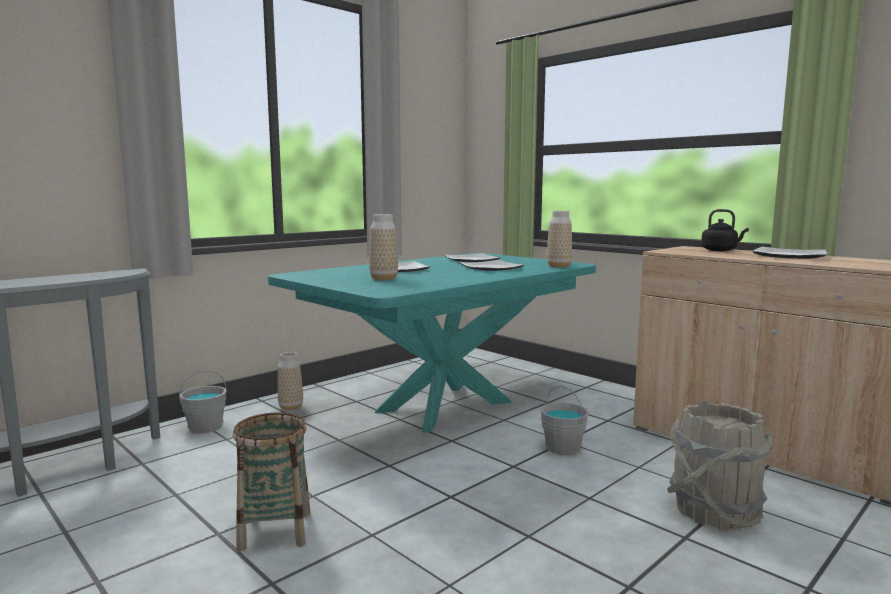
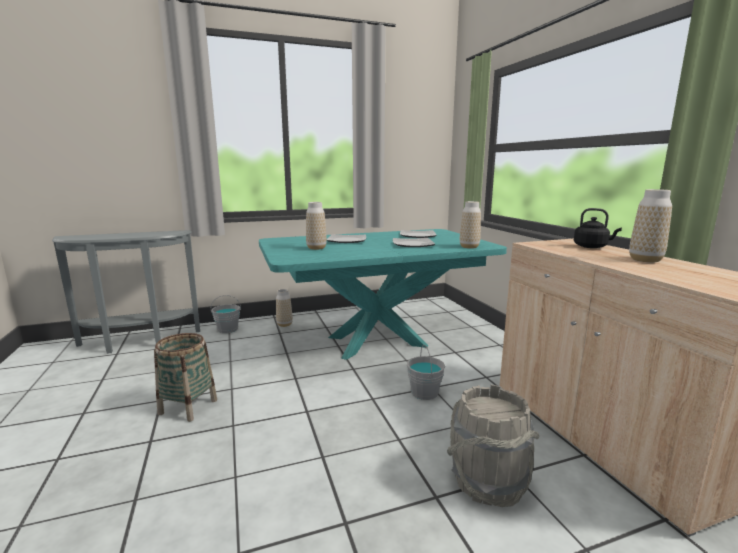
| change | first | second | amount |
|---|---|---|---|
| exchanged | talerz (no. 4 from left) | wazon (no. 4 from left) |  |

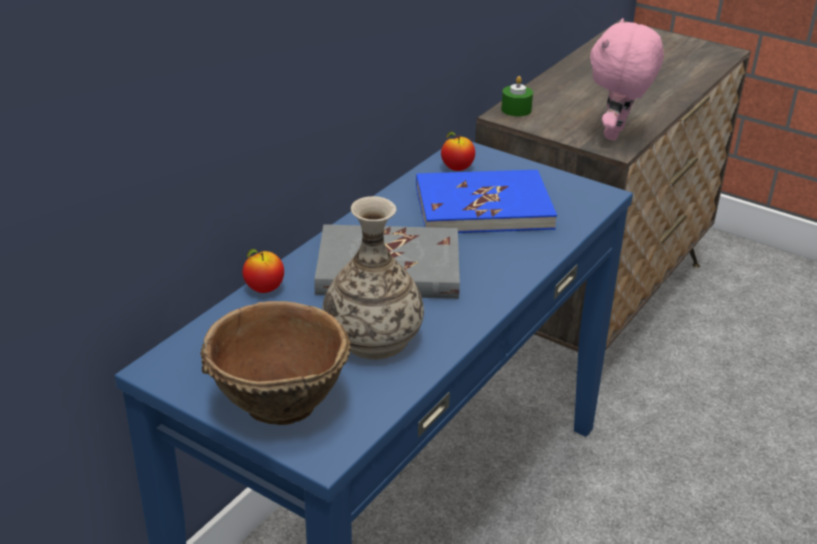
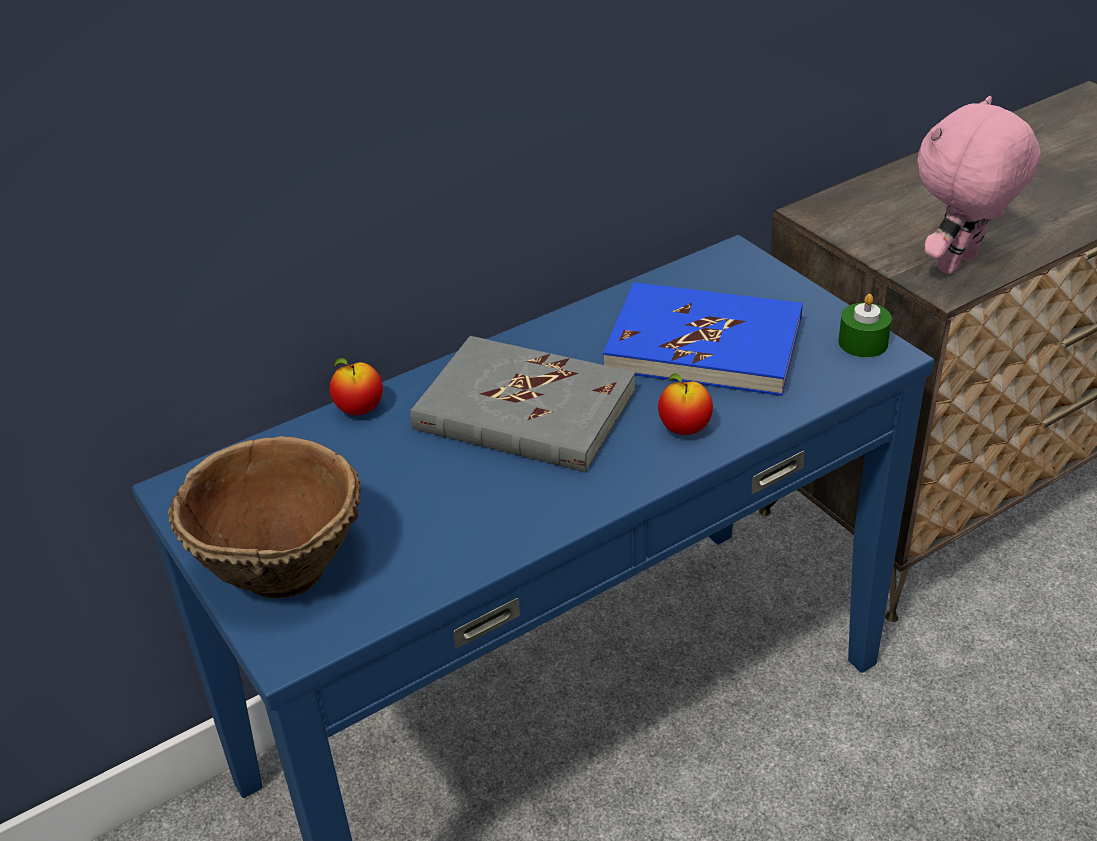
| change | first | second | amount |
|---|---|---|---|
| relocated | świeca (zielony) |  |  |
| relocated | jabłko (no. 2 from left) |  |  |
| missing | wazon |  |  |

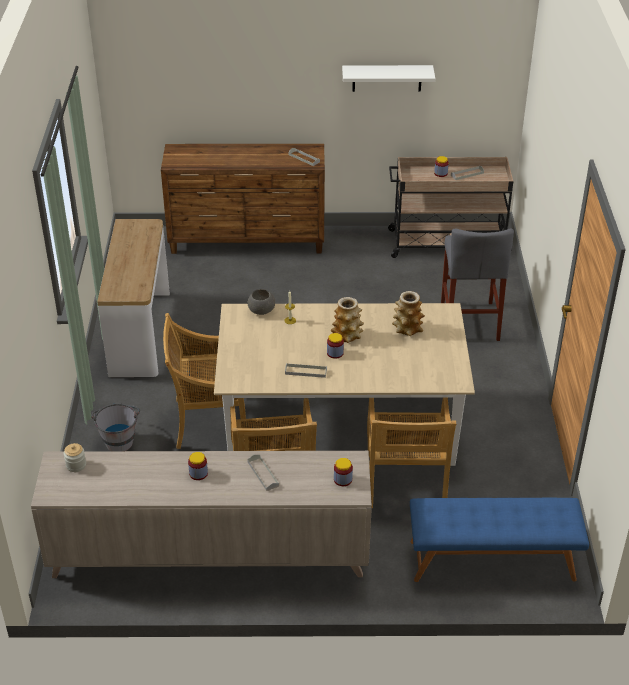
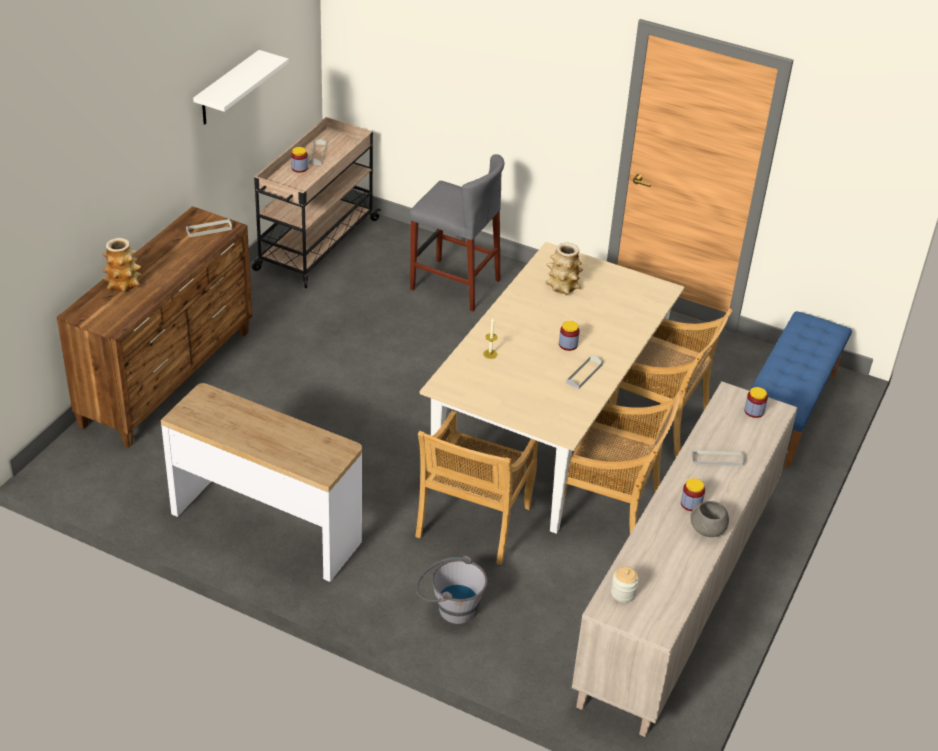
| change | first | second | amount |
|---|---|---|---|
| relocated | miska (szary) |  |  |
| relocated | wazon (no. 1 from left) |  |  |

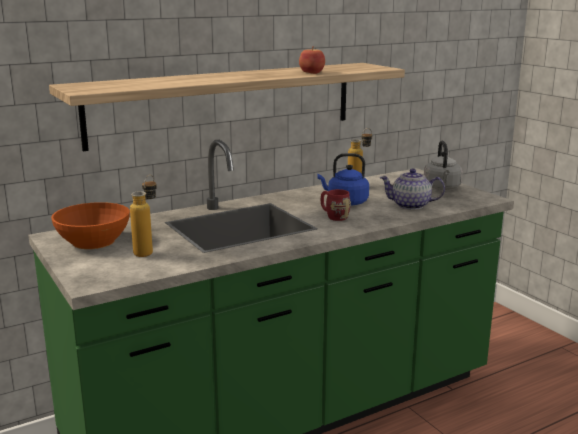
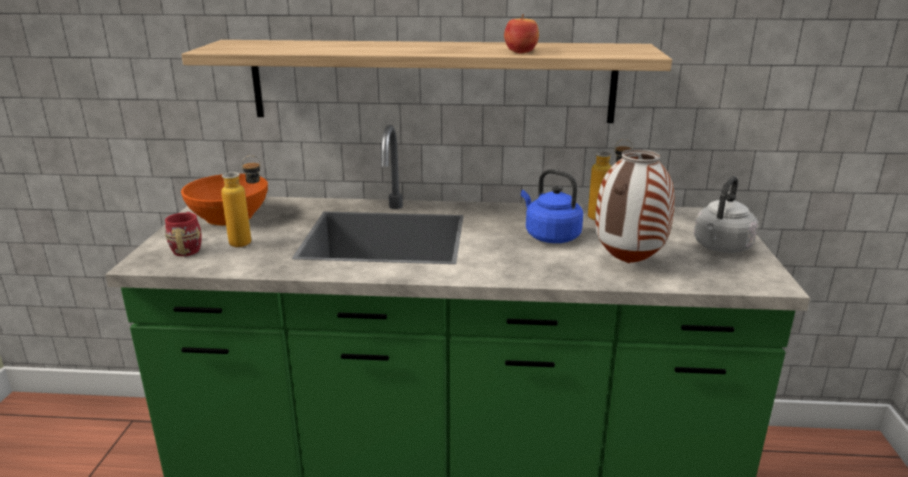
| change | first | second | amount |
|---|---|---|---|
| exchanged | imbryk | wazon |  |
| relocated | kubek (czerwony) |  |  |

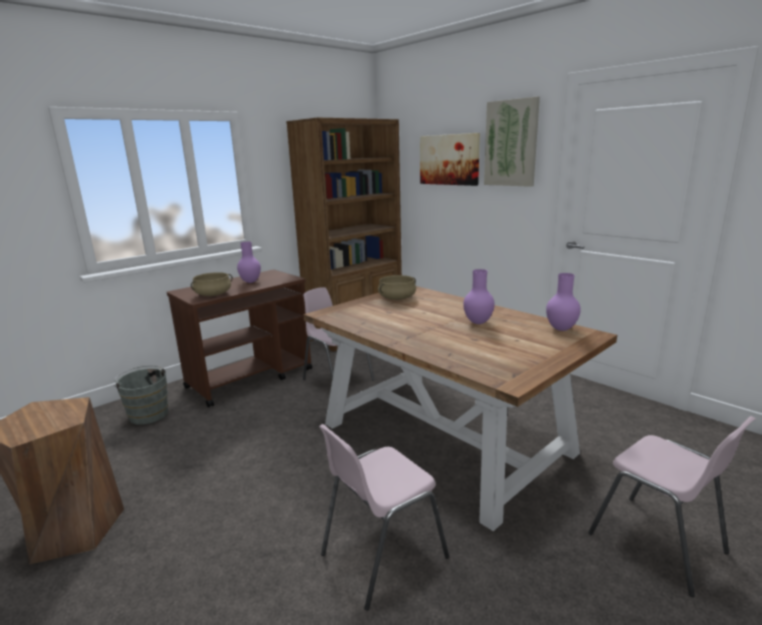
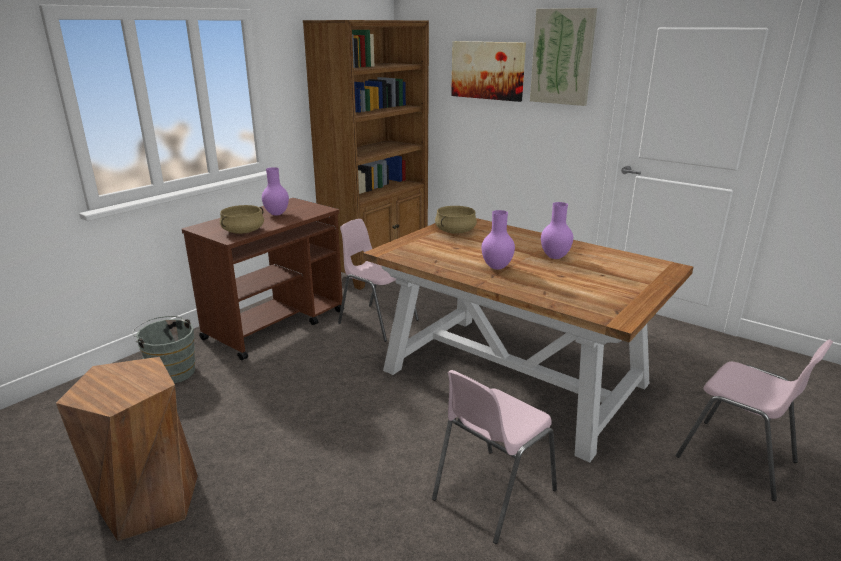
| change | first | second | amount |
|---|---|---|---|
| relocated | wazon (fioletowy) (no. 3 from left in the first image) | wazon (fioletowy) (no. 2 from left) |  |

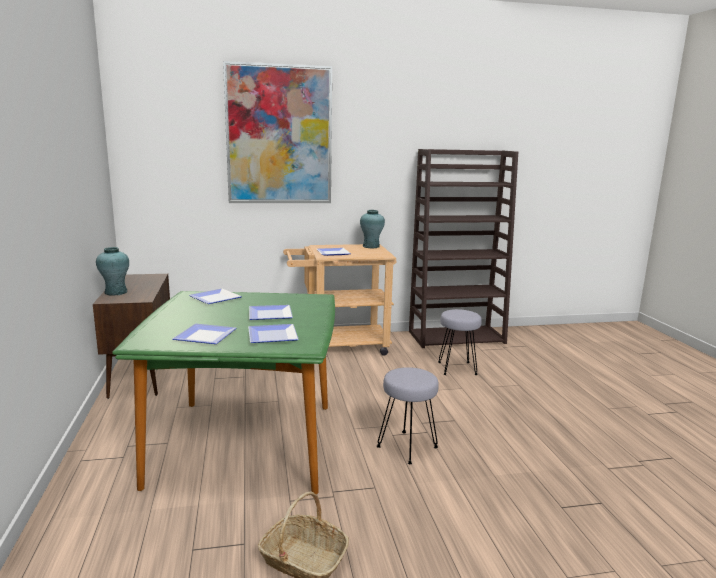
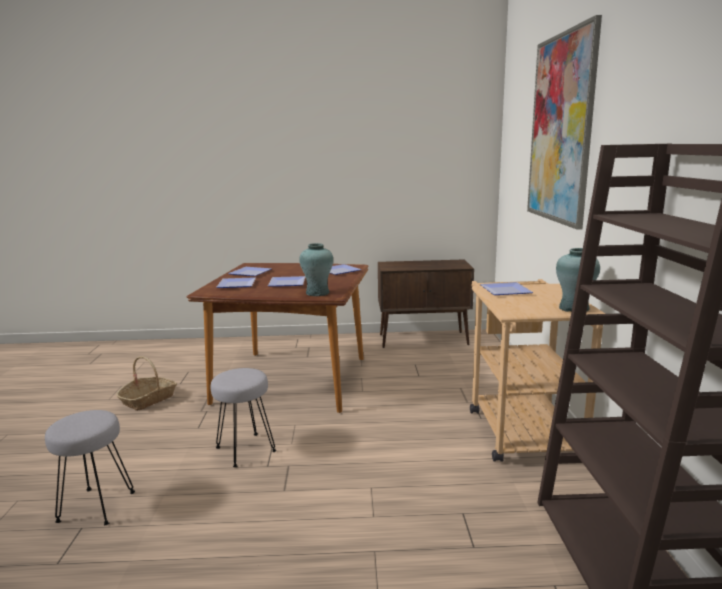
| change | first | second | amount |
|---|---|---|---|
| relocated | wazon (turkusowy) (no. 1 from left) |  |  |
| colour | stół jadalny (zielony) | stół jadalny (brązowy) |  |
| relocated | stołek (szary) (no. 2 from left in the first image) | stołek (szary) (no. 1 from left) |  |

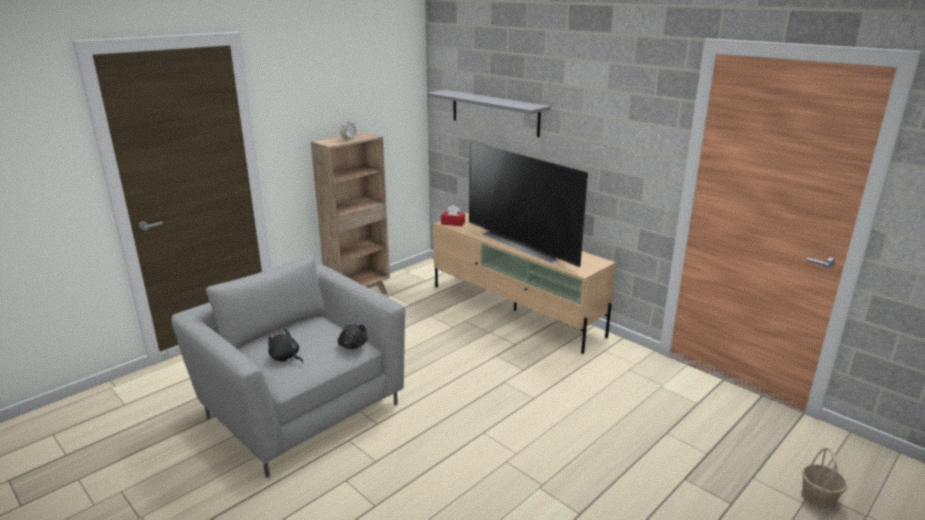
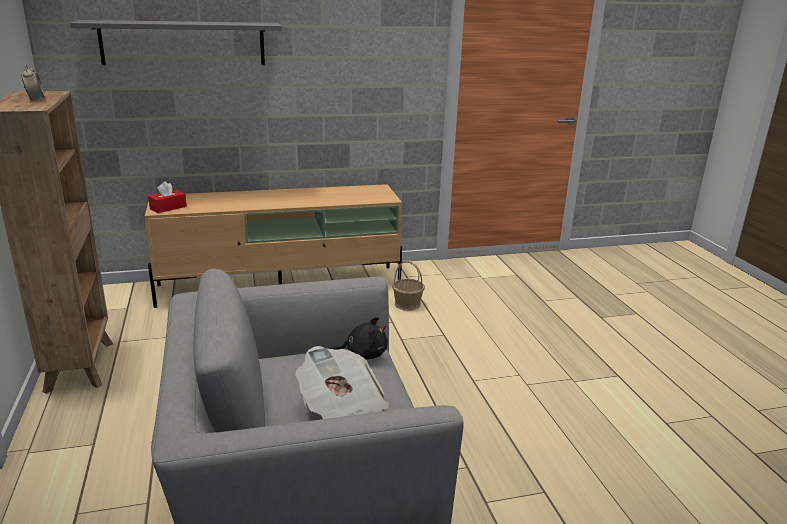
| change | first | second | amount |
|---|---|---|---|
| missing | telewizor |  |  |
| exchanged | pluszak (czarny) (no. 1 from left) | gazeta |  |
| relocated | koszyk |  |  |

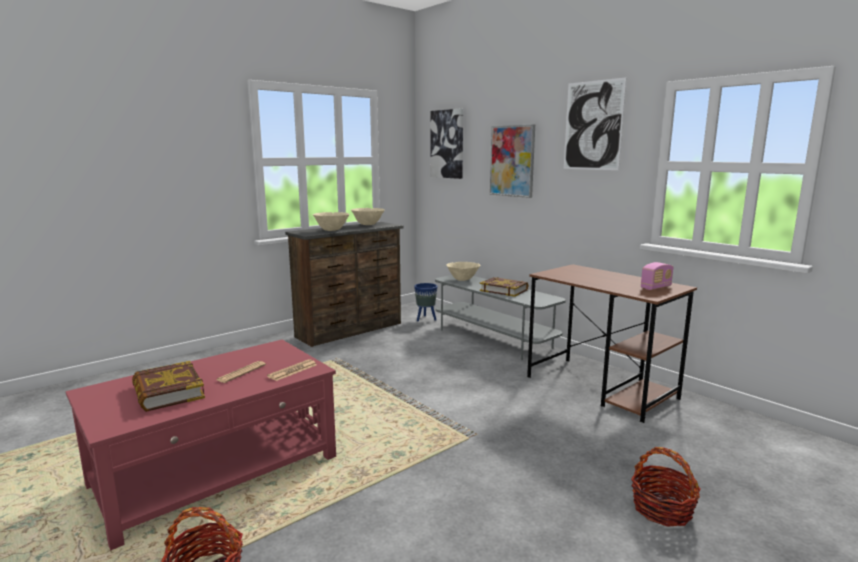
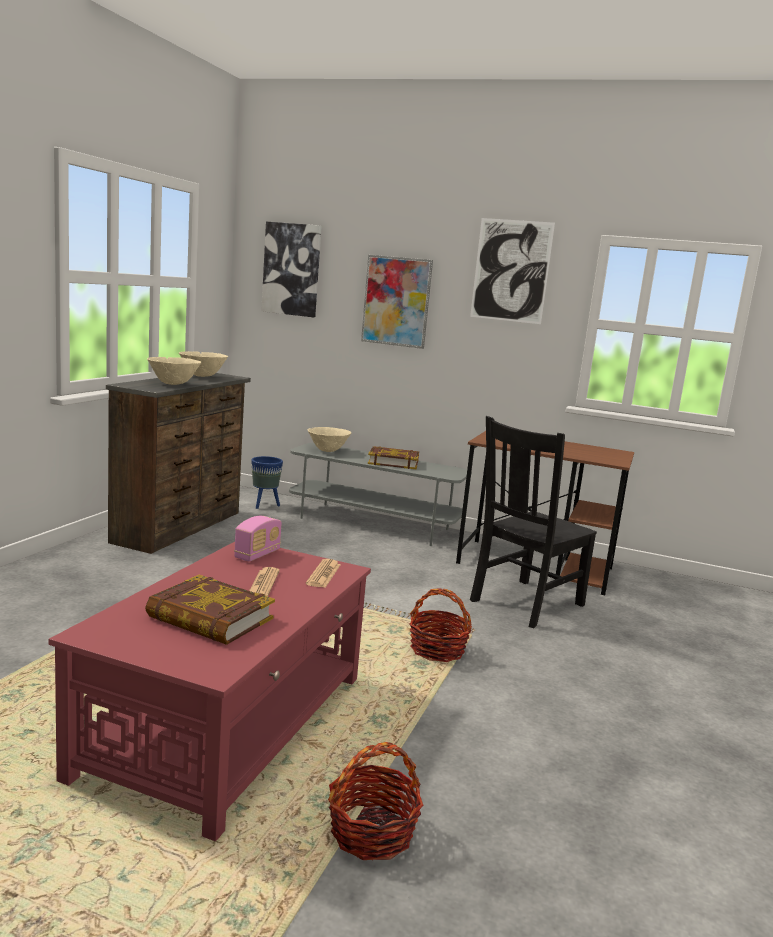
| change | first | second | amount |
|---|---|---|---|
| relocated | radio |  |  |
| relocated | koszyk (no. 2 from left) |  |  |
| appeared |  | krzesło (czarny) |  |

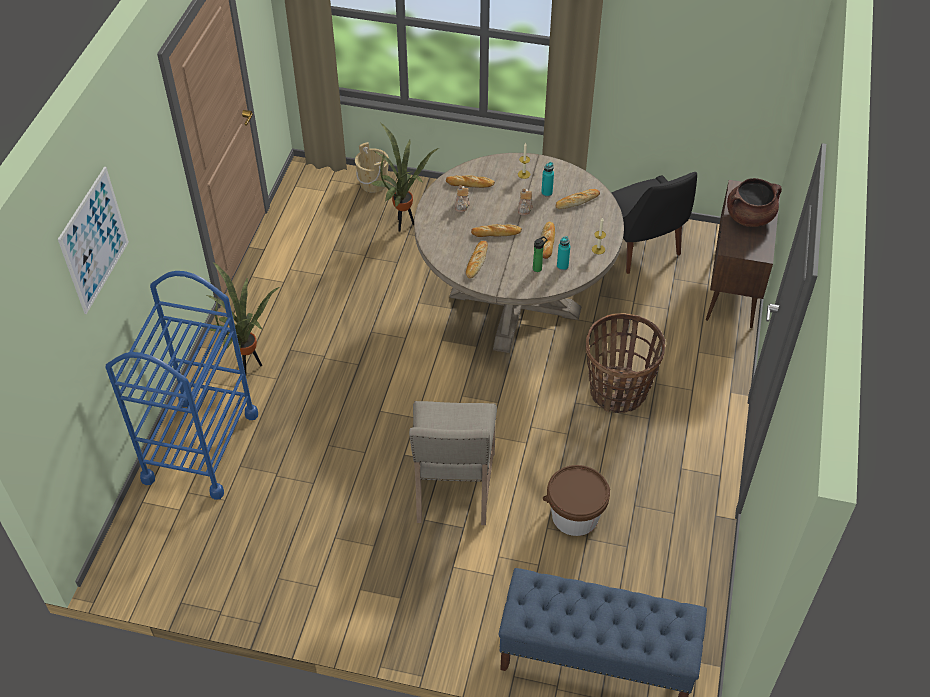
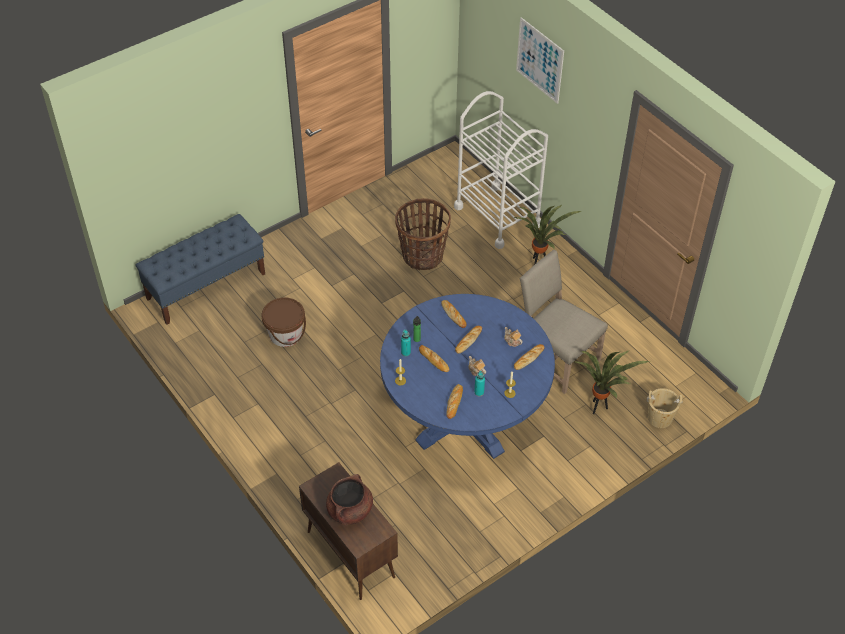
| change | first | second | amount |
|---|---|---|---|
| colour | stół jadalny (beżowy) | stół jadalny (niebieski) |  |
| missing | krzesło (czarny) |  |  |
| colour | wózek (niebieski) | wózek (biały) |  |
| relocated | koszyk |  |  |
| relocated | krzesło (beżowy) |  |  |

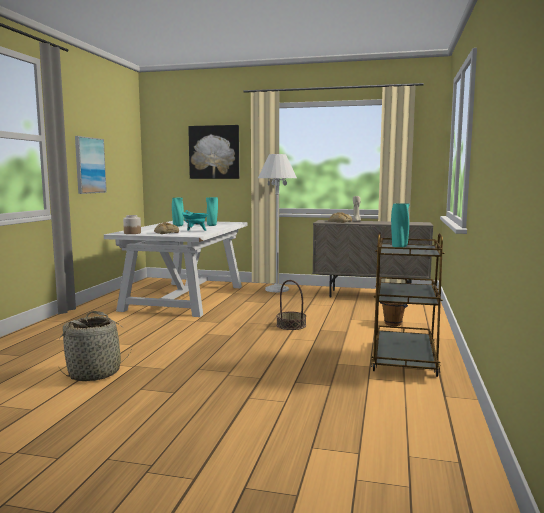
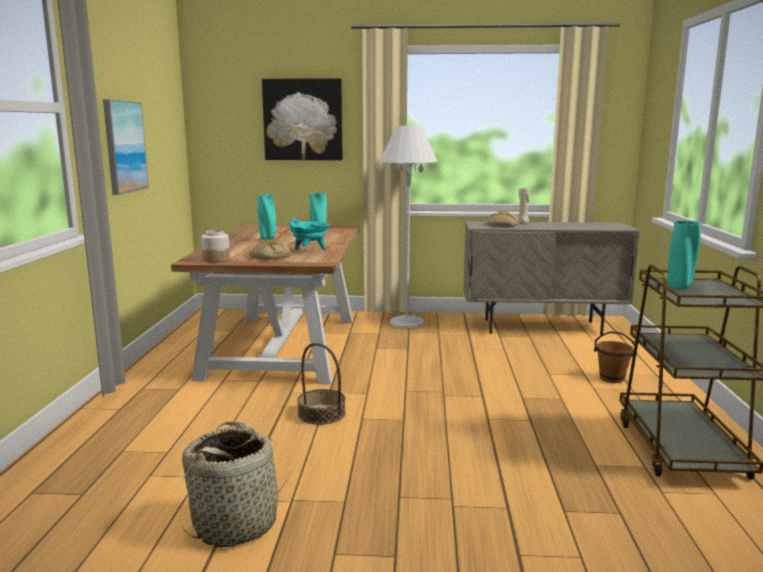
| change | first | second | amount |
|---|---|---|---|
| colour | stół jadalny (biały) | stół jadalny (brązowy) |  |
| relocated | koszyk (no. 2 from left) |  |  |

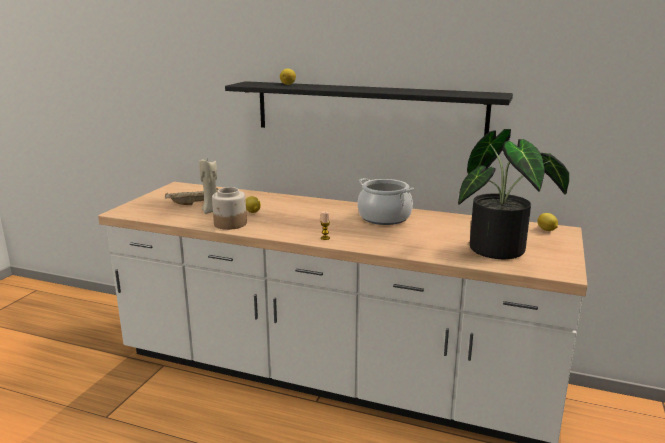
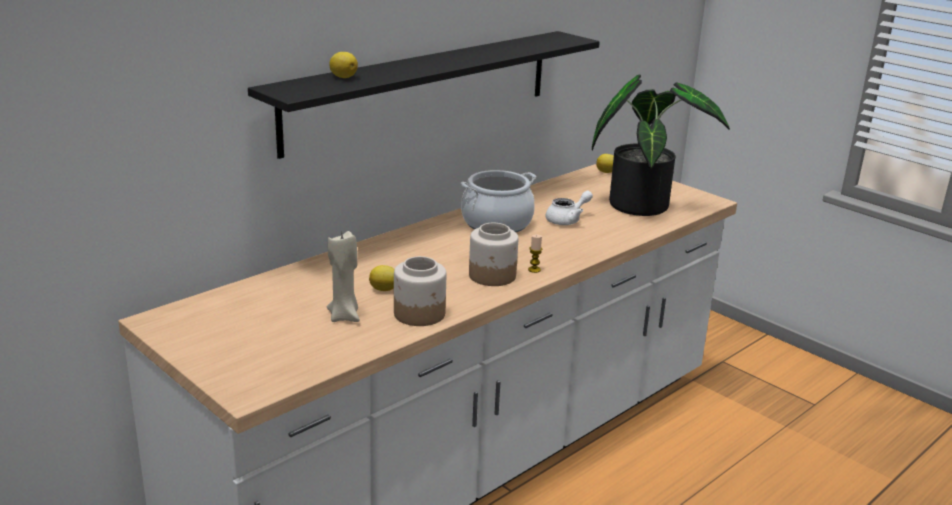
| change | first | second | amount |
|---|---|---|---|
| missing | taca (beżowy) |  |  |
| appeared |  | imbryk (biały) |  |
| appeared |  | słoik (no. 2 from left) |  |

